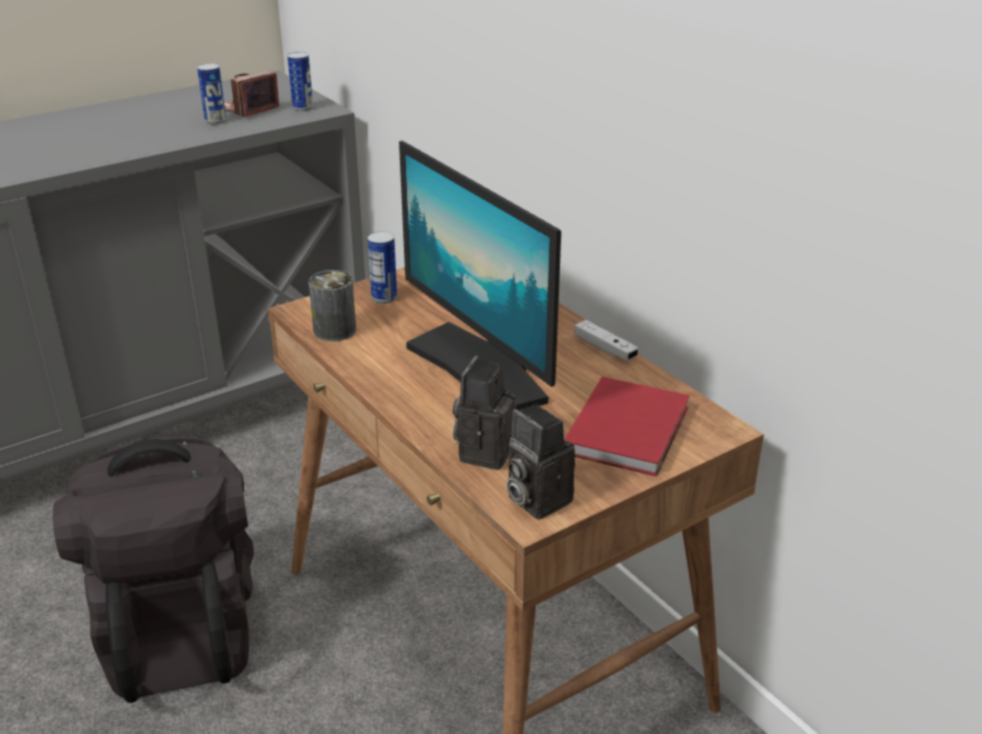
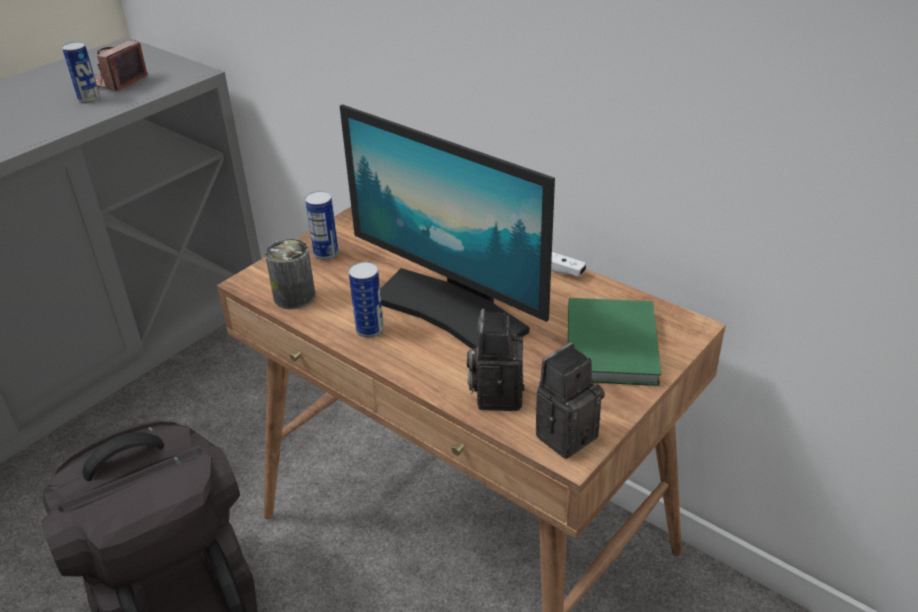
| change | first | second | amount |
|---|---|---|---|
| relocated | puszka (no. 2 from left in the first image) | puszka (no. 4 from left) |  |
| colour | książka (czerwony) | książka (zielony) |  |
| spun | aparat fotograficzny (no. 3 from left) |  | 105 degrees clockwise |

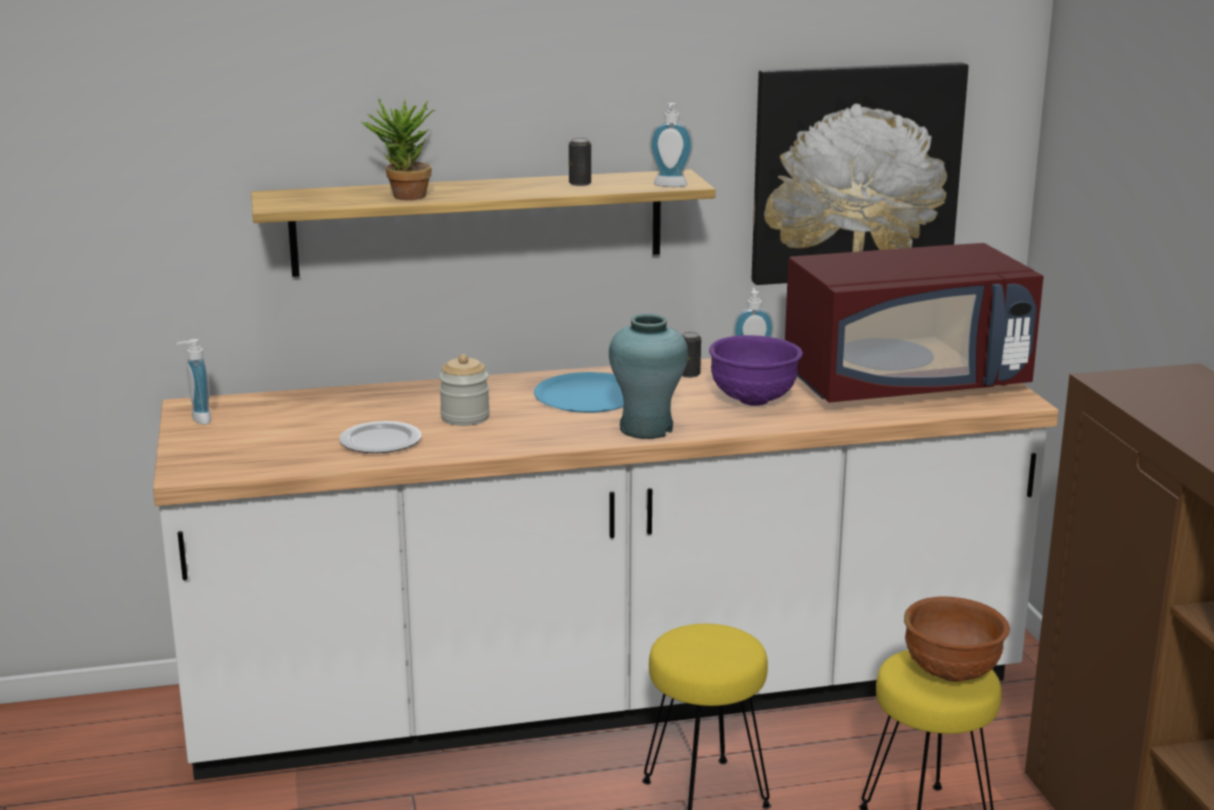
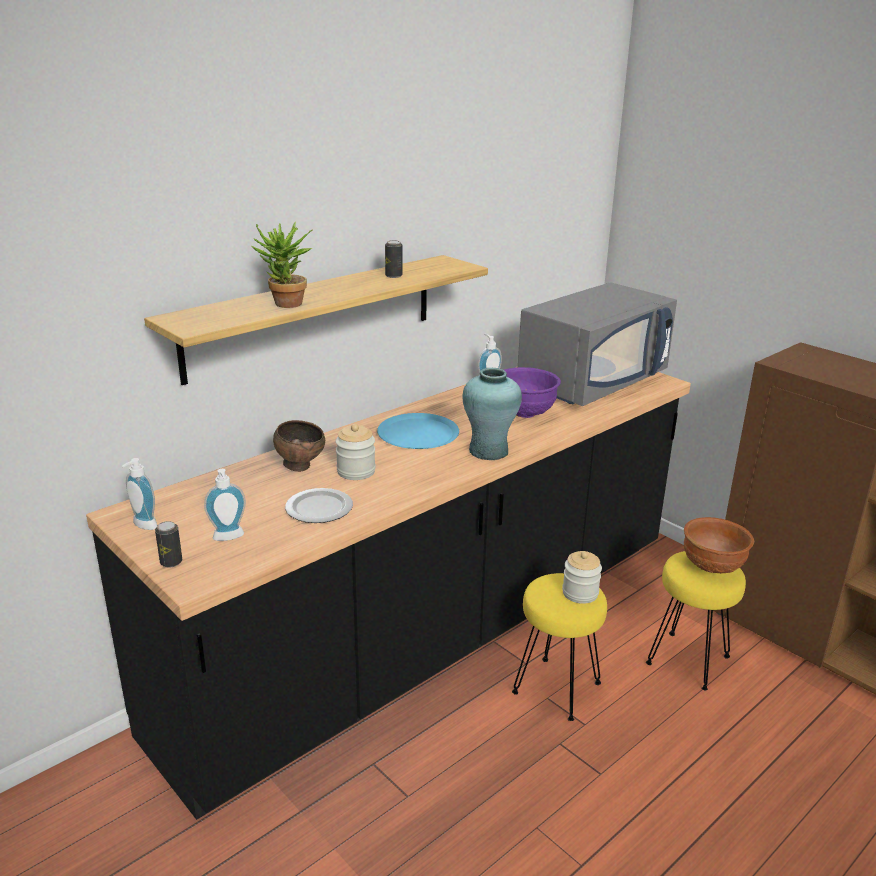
| change | first | second | amount |
|---|---|---|---|
| missing | obraz |  |  |
| relocated | dozownik mydła (no. 2 from left) |  |  |
| colour | mikrofalówka (czerwony) | mikrofalówka (szary) |  |
| relocated | puszka (no. 2 from left in the first image) | puszka (no. 1 from left) |  |
| colour | zabudowa kuchenna (biały) | zabudowa kuchenna (czarny) |  |
| appeared |  | miska (brązowy) (no. 1 from left) |  |
| appeared |  | słoik (no. 2 from left) |  |

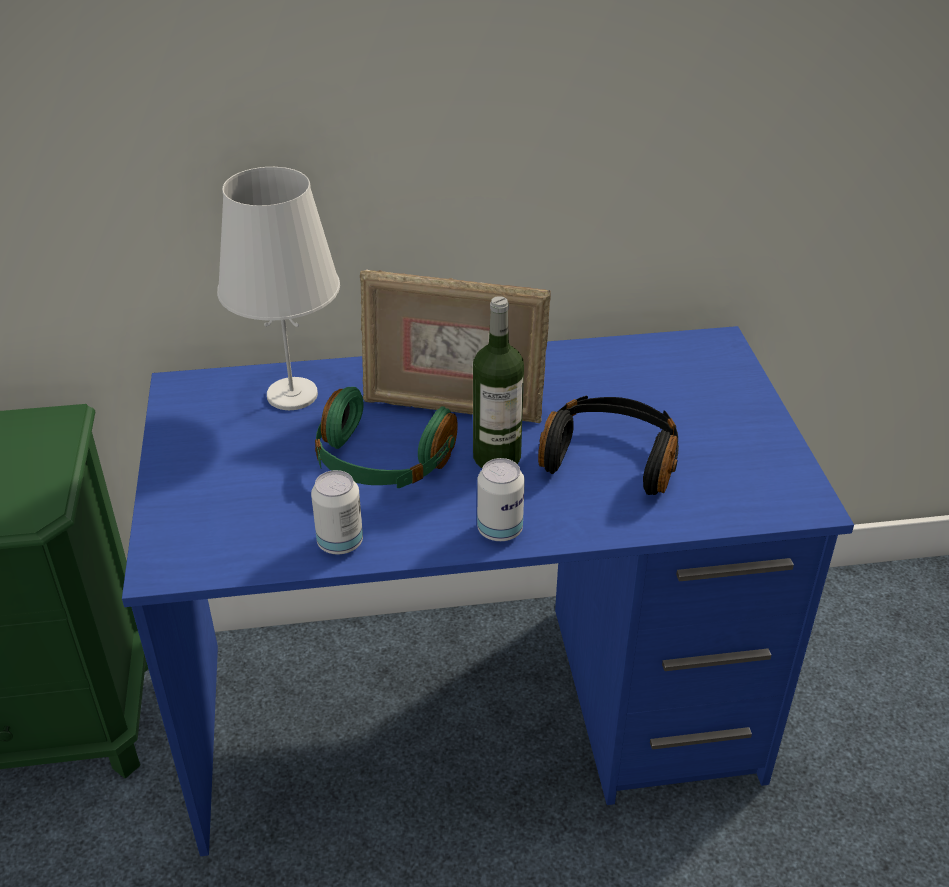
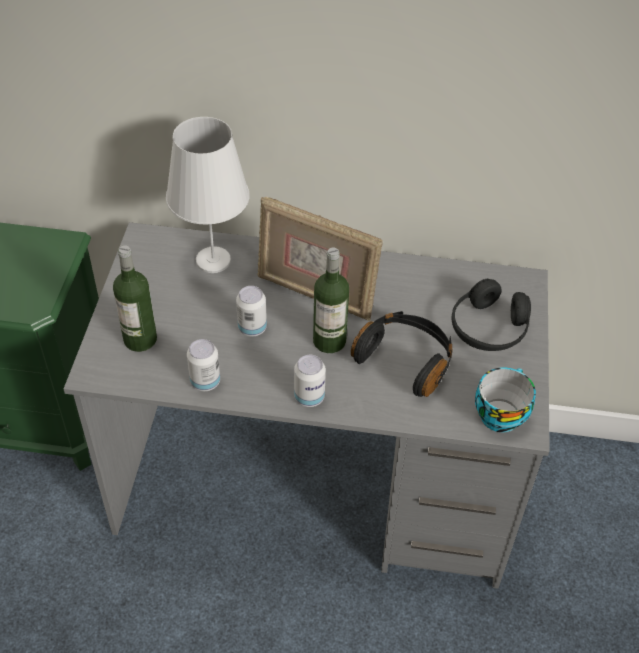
| change | first | second | amount |
|---|---|---|---|
| colour | biurko (niebieski) | biurko (szary) |  |
| exchanged | słuchawki (zielony) | puszka (no. 2 from left) |  |
| appeared |  | butelka (no. 1 from left) |  |
| appeared |  | słuchawki (czarny) (no. 2 from left) |  |
| appeared |  | filiżanka |  |

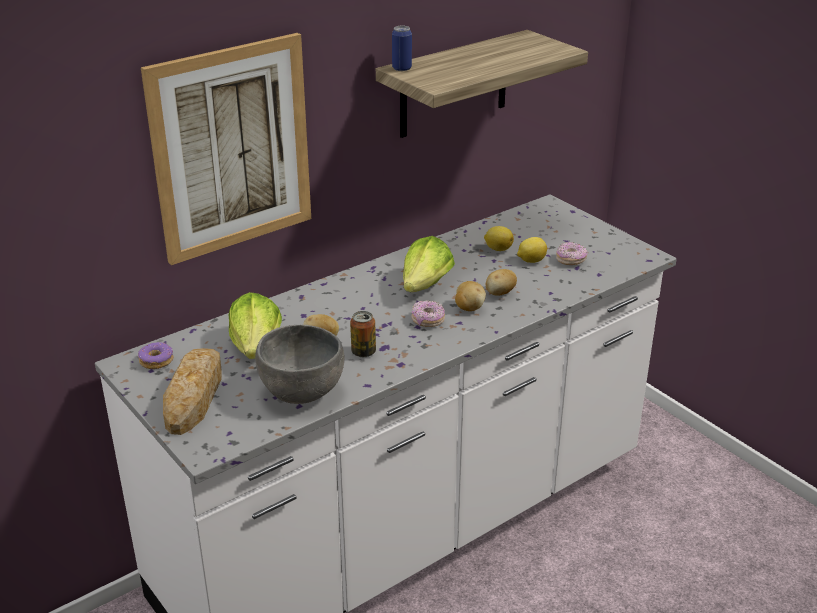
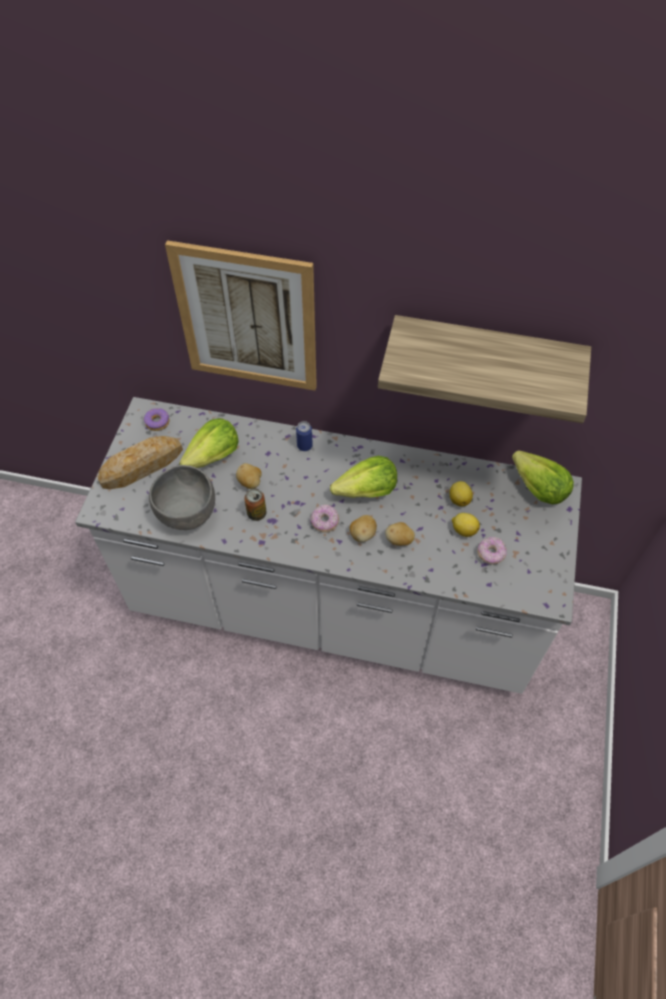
| change | first | second | amount |
|---|---|---|---|
| relocated | puszka (no. 2 from left) |  |  |
| appeared |  | sałata (no. 3 from left) |  |

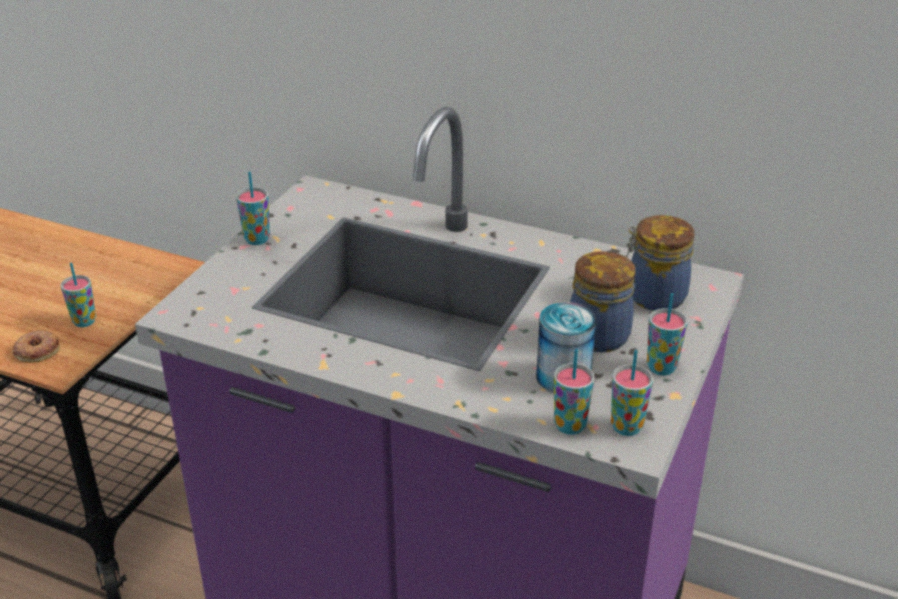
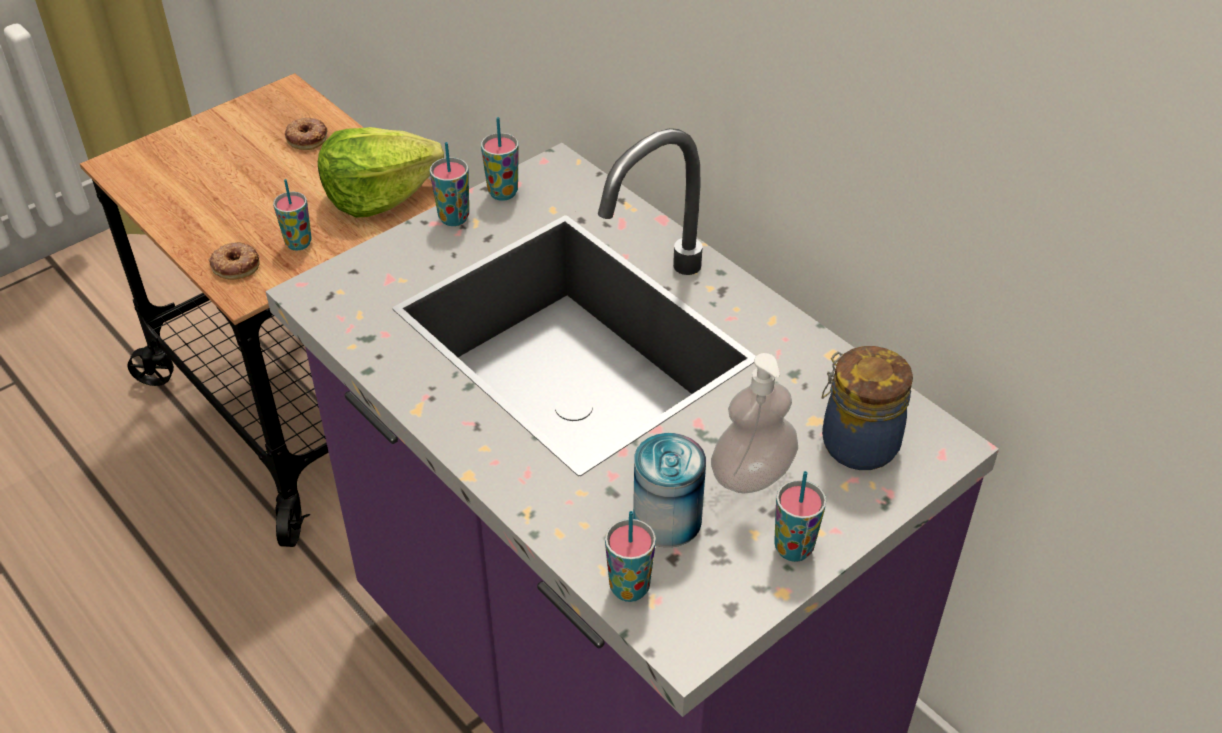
| change | first | second | amount |
|---|---|---|---|
| exchanged | słoik (no. 1 from left) | dozownik mydła |  |
| relocated | filiżanka (no. 4 from left in the first image) | filiżanka (no. 3 from left) |  |
| appeared |  | donut (no. 2 from left) |  |
| appeared |  | sałata |  |

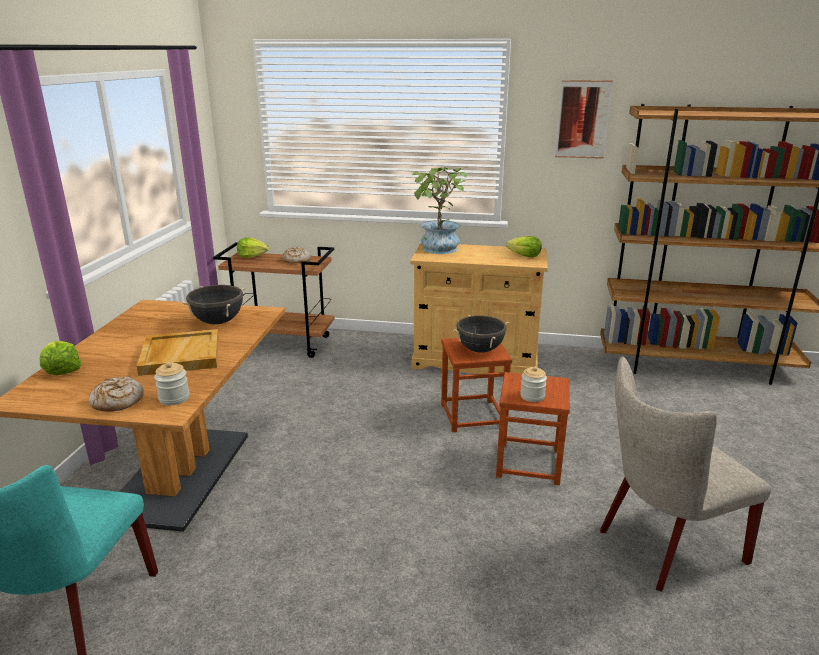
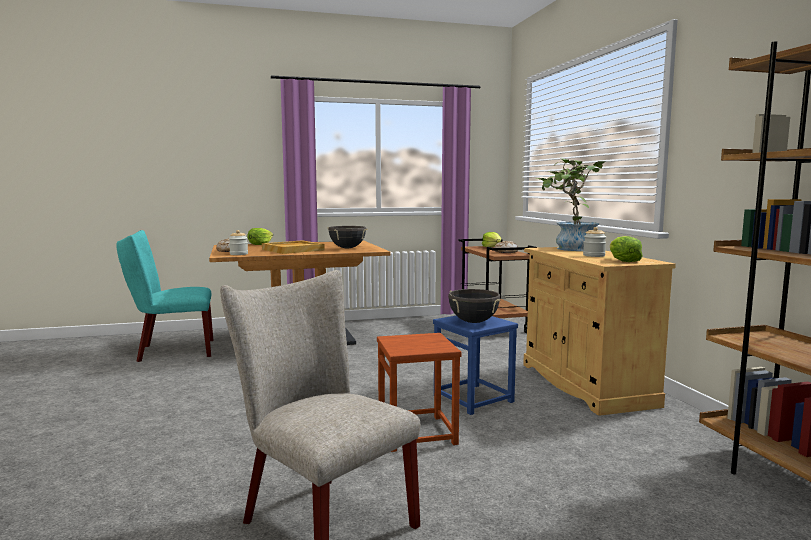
| change | first | second | amount |
|---|---|---|---|
| missing | obraz |  |  |
| colour | stołek (brązowy) (no. 1 from left) | stołek (niebieski) |  |
| relocated | słoik (no. 2 from left) |  |  |

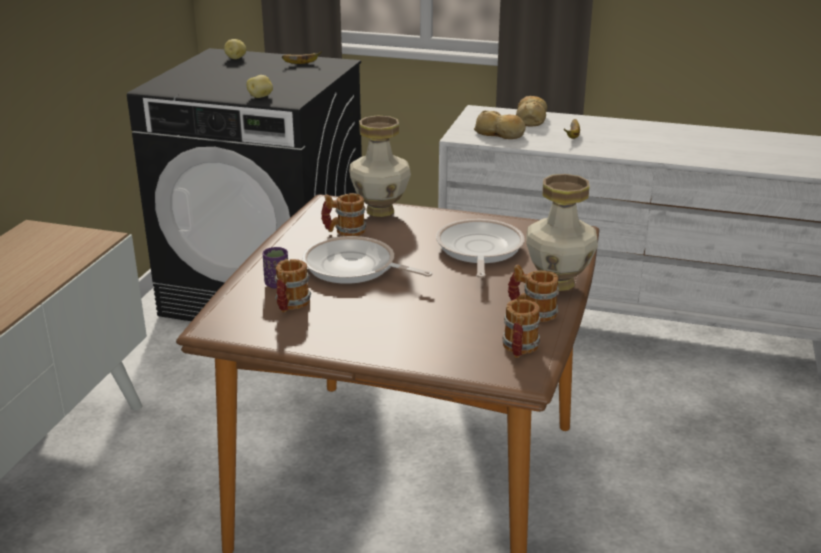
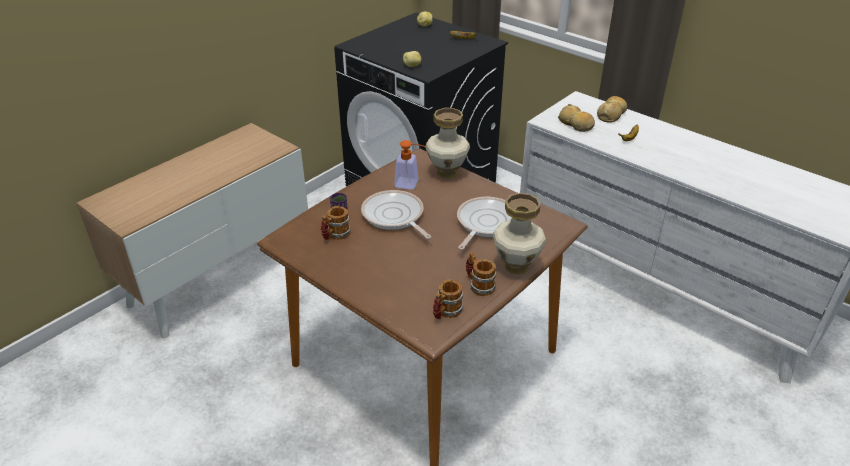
| change | first | second | amount |
|---|---|---|---|
| exchanged | kubek (no. 2 from left) | dozownik mydła |  |

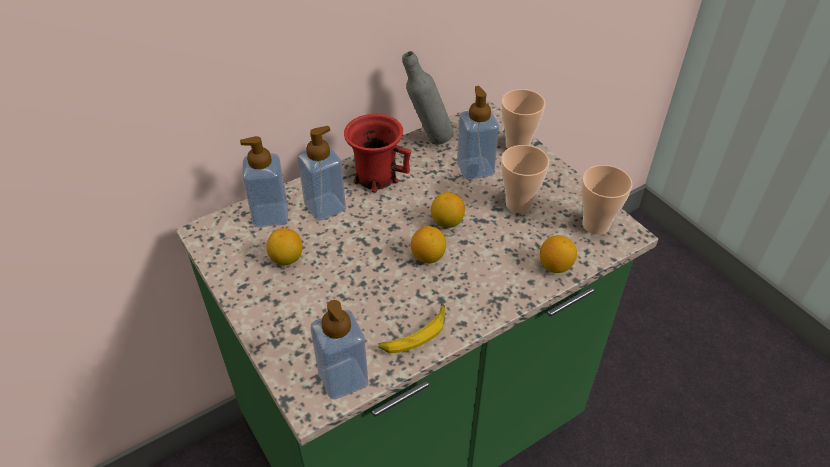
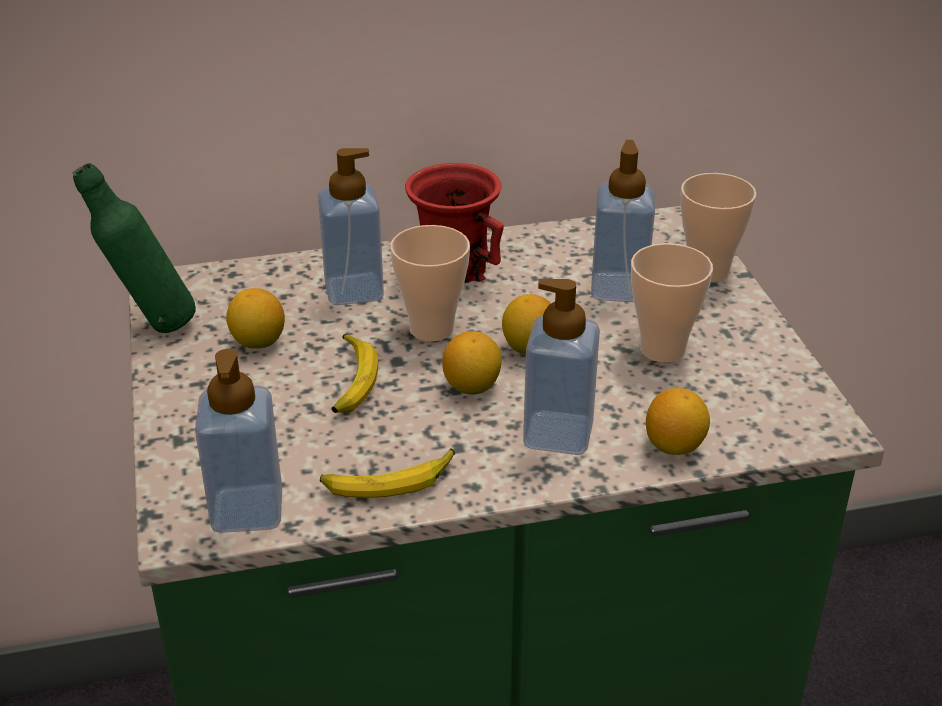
| change | first | second | amount |
|---|---|---|---|
| missing | butelka (szary) |  |  |
| relocated | dozownik mydła (no. 1 from left in the first image) | dozownik mydła (no. 3 from left) |  |
| relocated | filiżanka (no. 3 from left in the first image) | filiżanka (no. 1 from left) |  |
| appeared |  | butelka (zielony) |  |
| appeared |  | banan (no. 1 from left) |  |

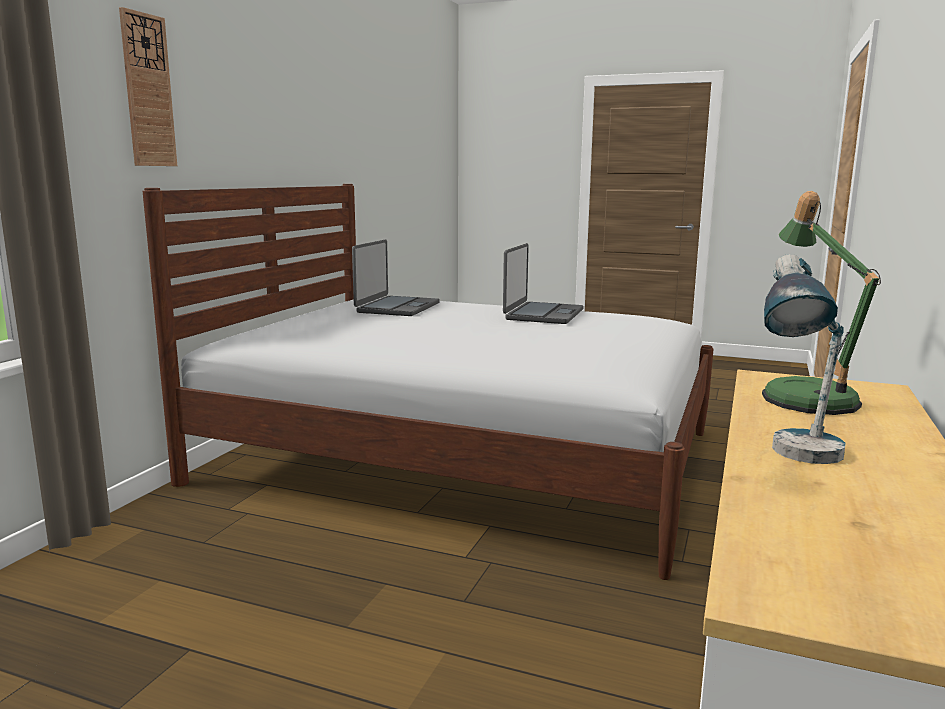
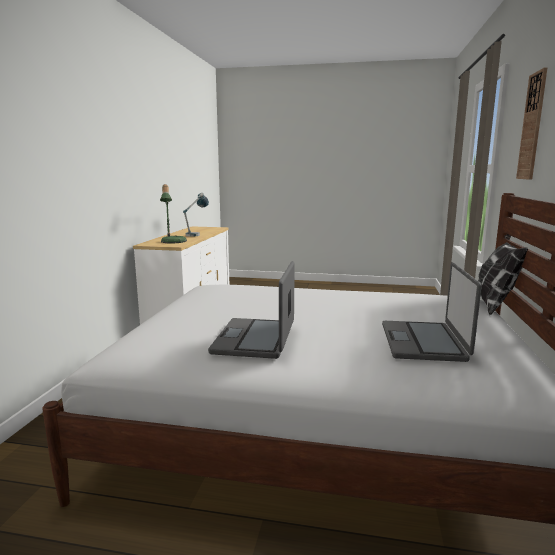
| change | first | second | amount |
|---|---|---|---|
| appeared |  | poduszka |  |

